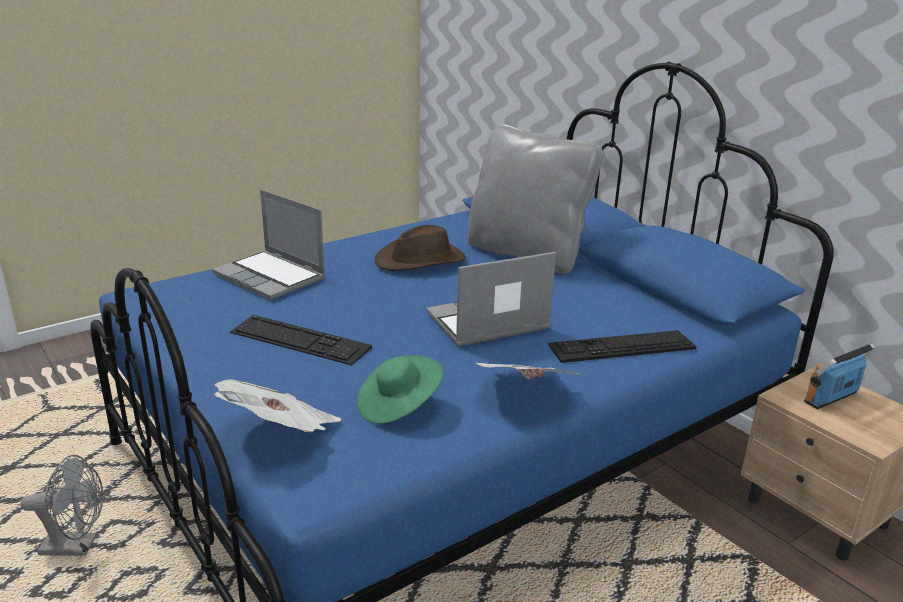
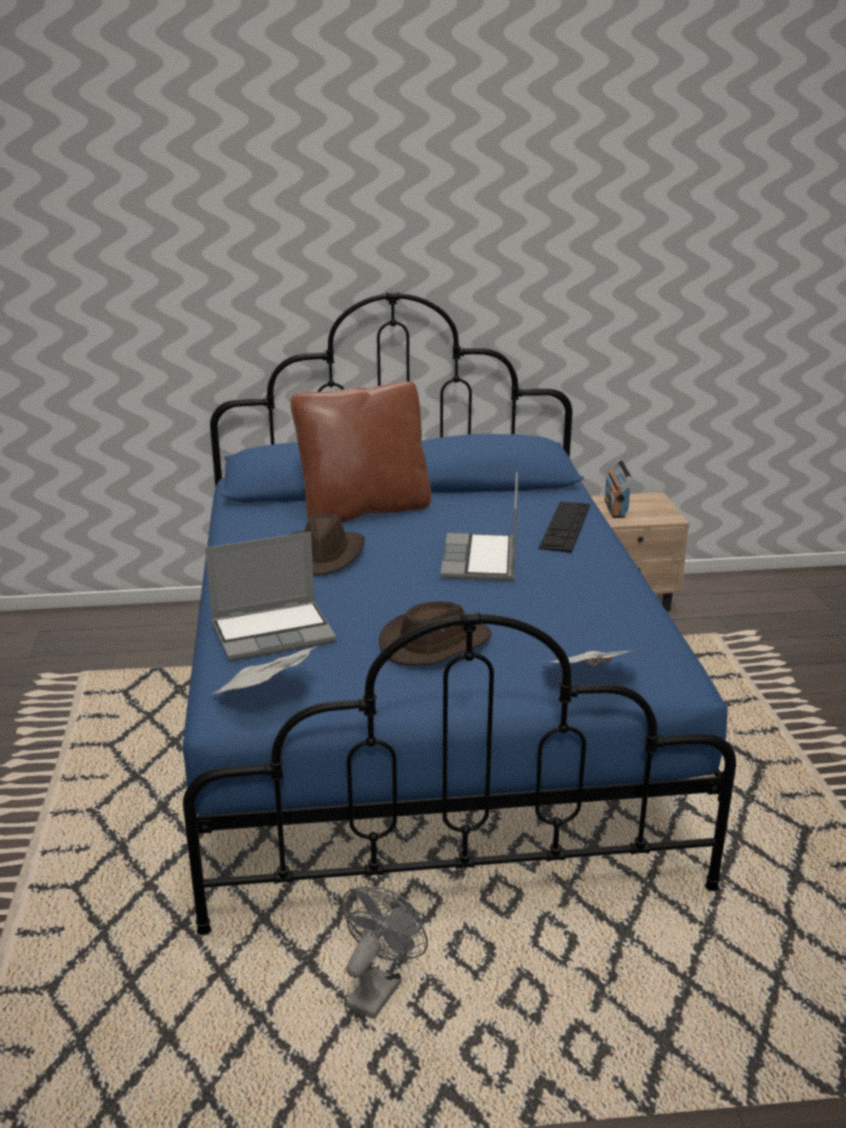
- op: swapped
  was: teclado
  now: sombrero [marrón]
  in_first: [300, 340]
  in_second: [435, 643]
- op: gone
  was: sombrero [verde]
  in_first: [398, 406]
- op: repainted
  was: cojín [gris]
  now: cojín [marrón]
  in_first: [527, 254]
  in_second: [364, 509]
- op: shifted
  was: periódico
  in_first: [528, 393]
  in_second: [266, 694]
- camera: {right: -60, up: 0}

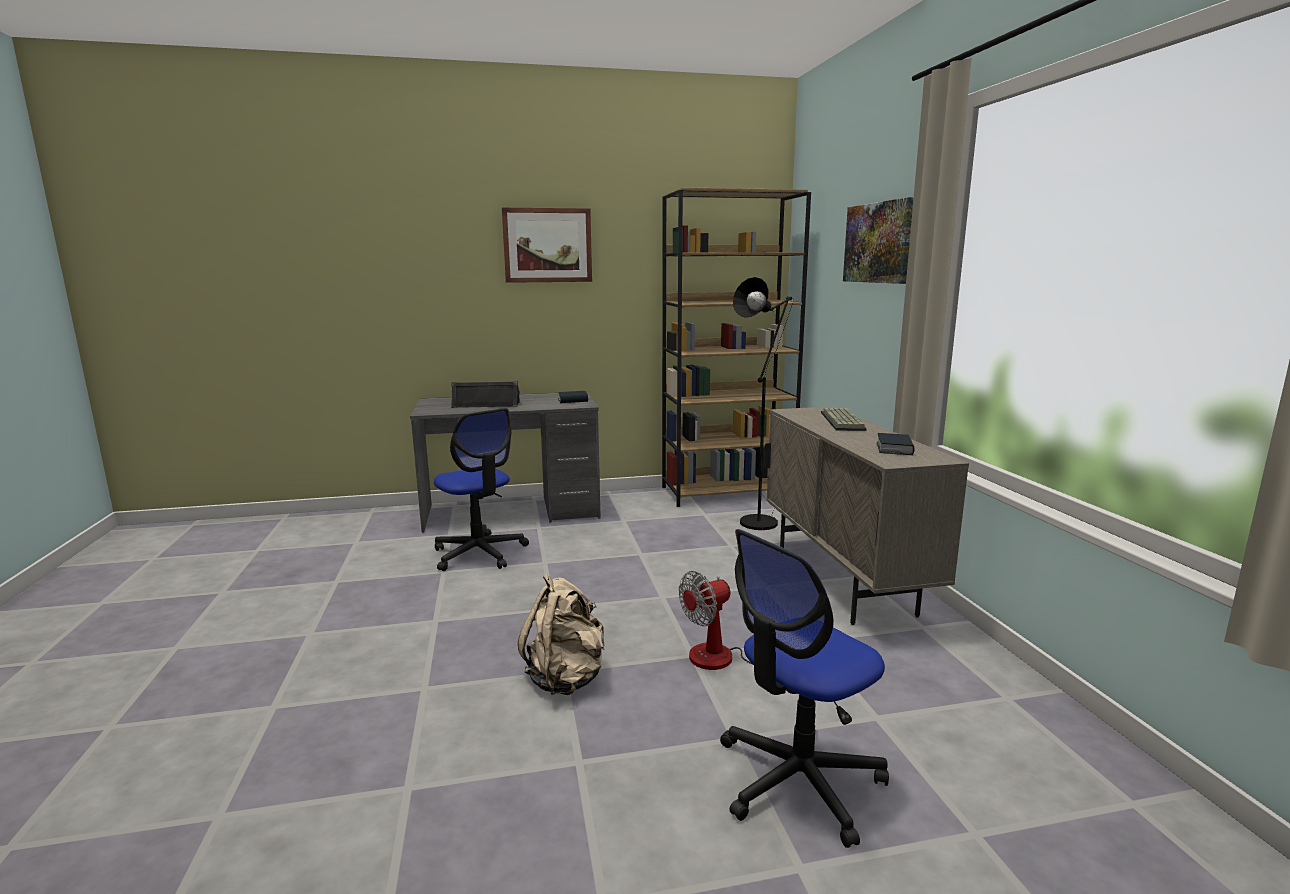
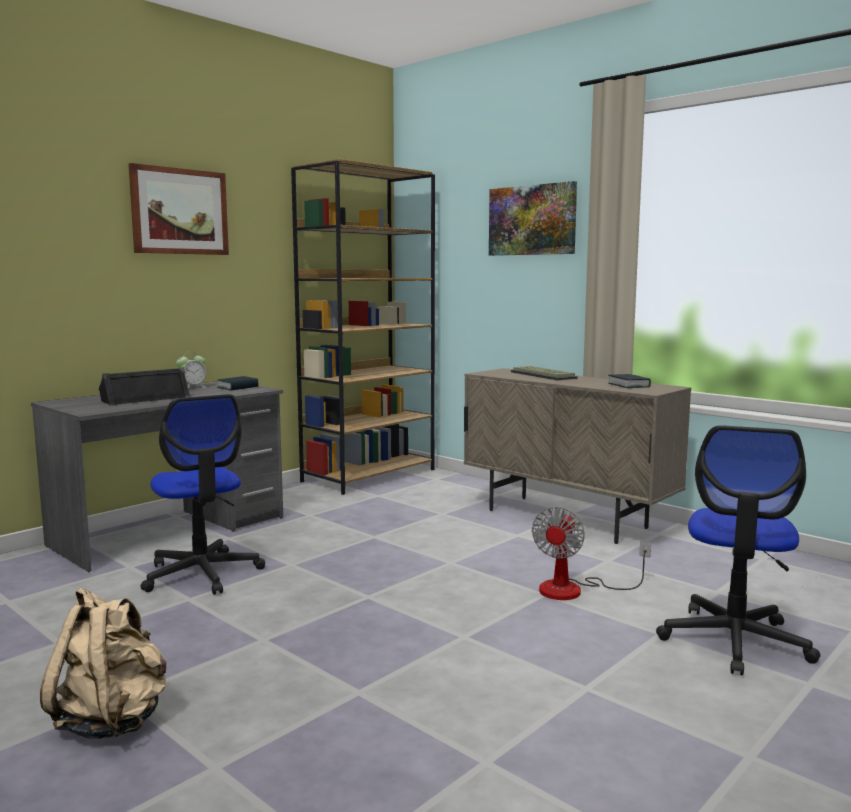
- op: rotated
  was: silla de oficina
  in_first: [479, 553]
  in_second: [202, 574]
  clockwise: 45
- op: shifted
  was: mochila [beis]
  in_first: [566, 678]
  in_second: [112, 720]
- op: gone
  was: lámpara de pie [negro]
  in_first: [761, 520]
- op: new
  now: despertador
  in_second: [192, 387]
- camera: {right: -35, up: -5}

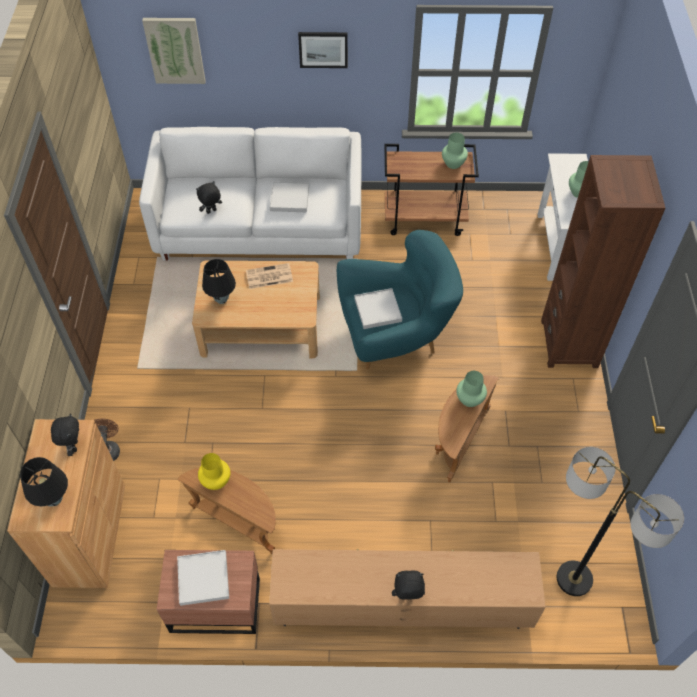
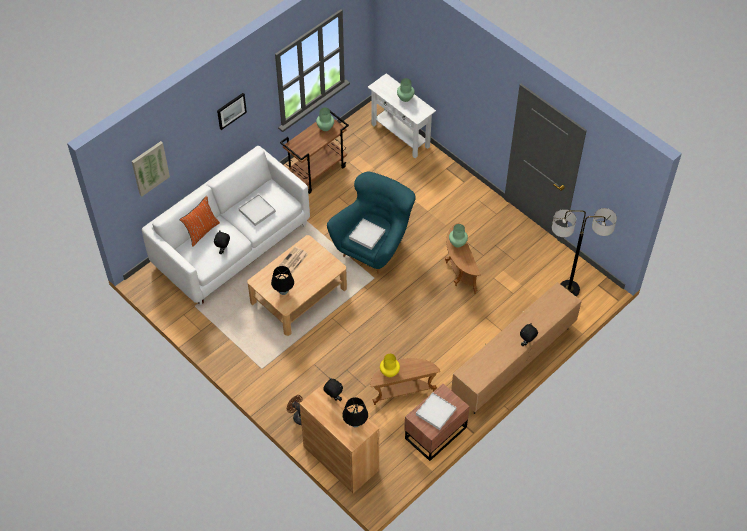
- op: gone
  was: estantería [marrón]
  in_first: [569, 343]
- op: new
  now: cojín [naranja]
  in_second: [201, 231]
- camera: {right: -45, up: 0}

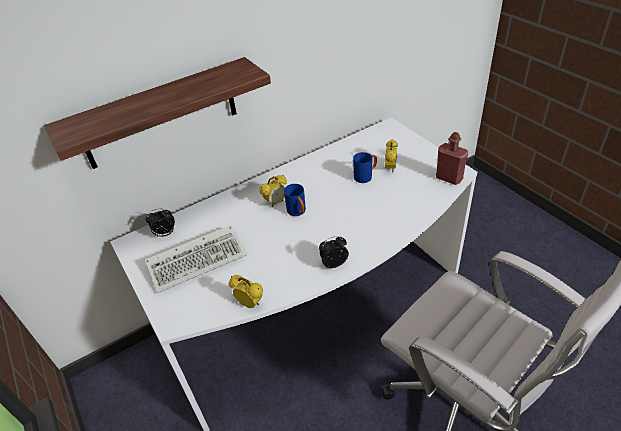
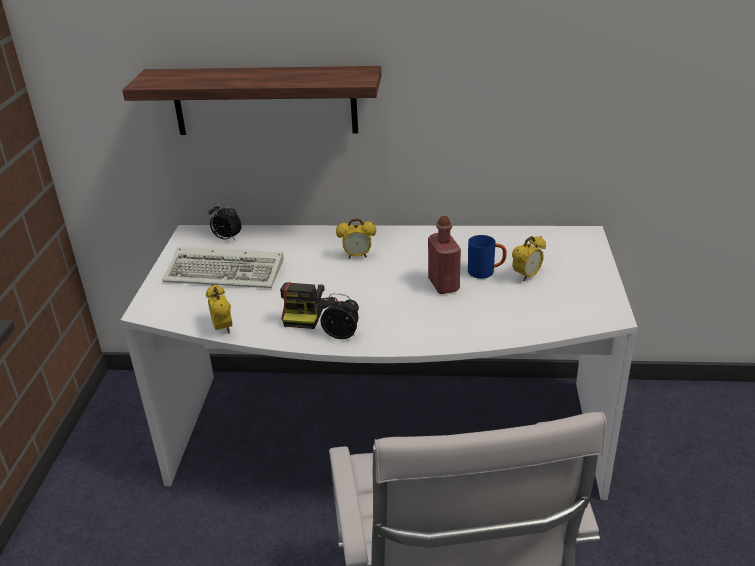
- op: gone
  was: taza grande [azul]
  in_first: [298, 212]
- op: shifted
  was: botella [rojo]
  in_first: [449, 178]
  in_second: [443, 285]
- op: new
  now: cámara
  in_second: [307, 312]
- camera: {right: 35, up: -10}

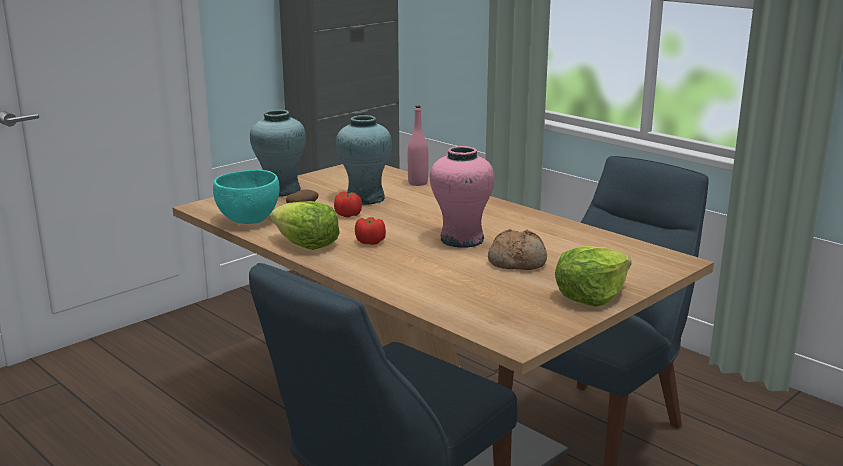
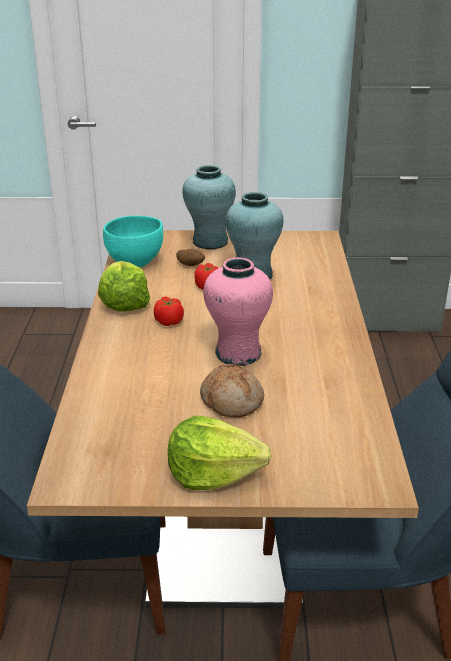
- op: gone
  was: botella [rosa]
  in_first: [418, 183]
- camera: {right: 45, up: 10}

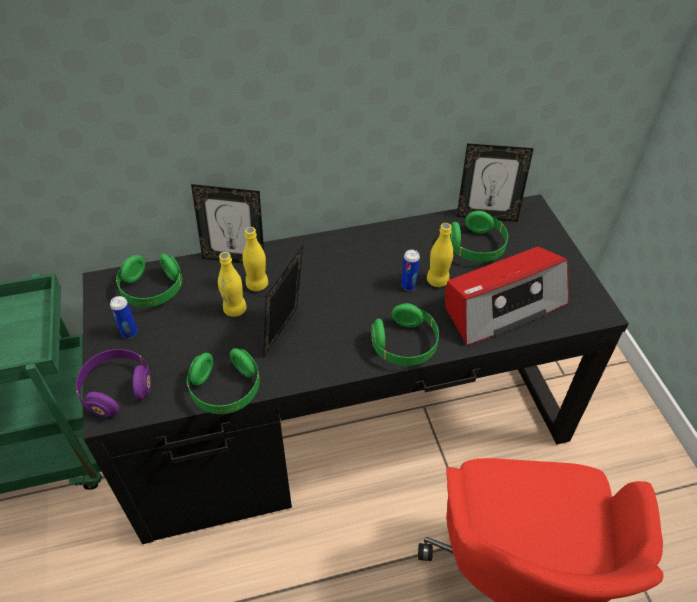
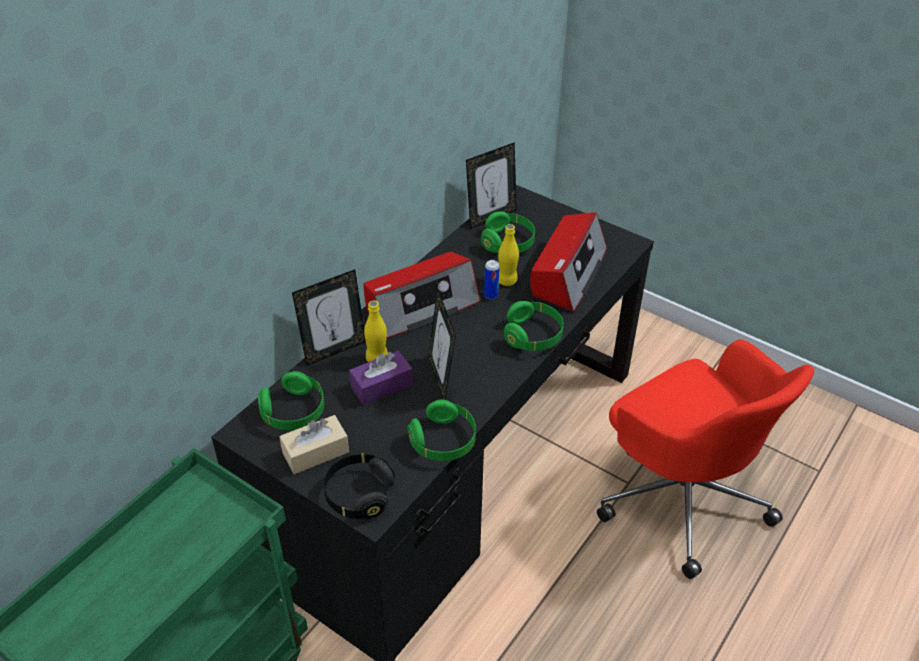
- op: repainted
  was: auriculares [morado]
  now: auriculares [negro]
  in_first: [117, 389]
  in_second: [359, 495]
- op: swapped
  was: lata
  now: caja de pañuelos [beis]
  in_first: [129, 332]
  in_second: [315, 452]
- op: swapped
  was: botella [amarillo]
  now: caja de pañuelos [morado]
  in_first: [235, 310]
  in_second: [381, 386]
- op: new
  now: radio
  in_second: [420, 306]
- camera: {right: -40, up: -5}

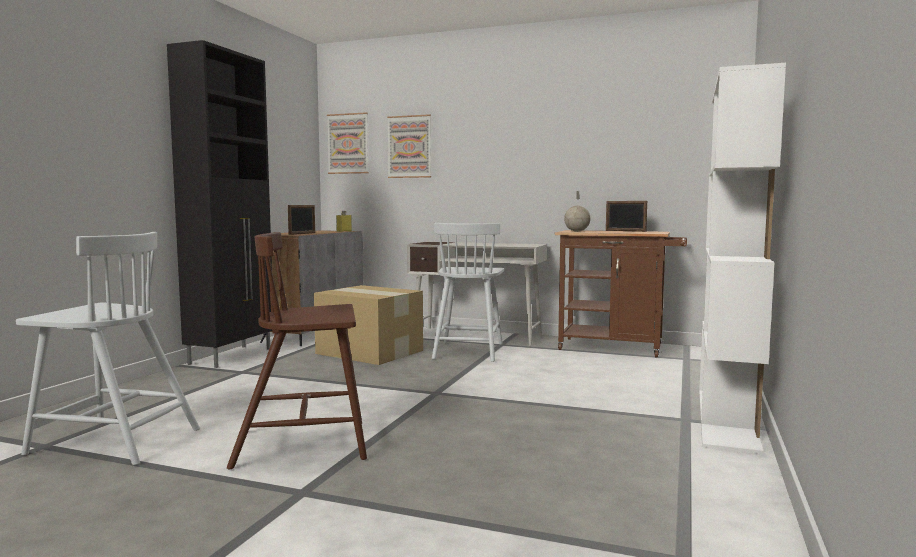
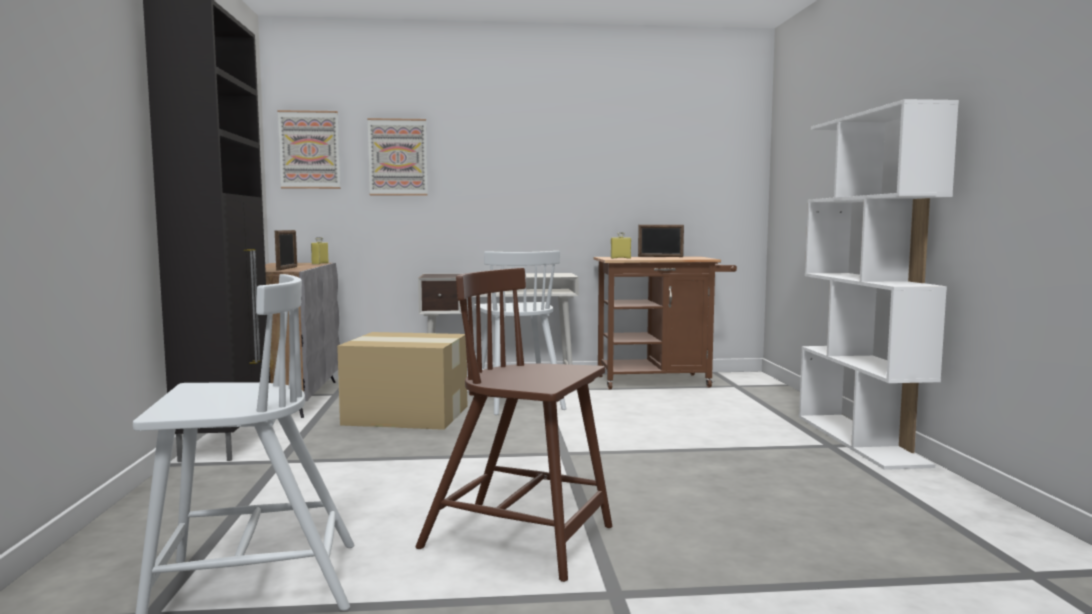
- op: rotated
  was: silla [marrón]
  in_first: [304, 444]
  in_second: [521, 538]
  clockwise: 60
- op: swapped
  was: globo terráqueo
  now: botella [amarillo]
  in_first: [577, 231]
  in_second: [620, 258]
- camera: {right: -25, up: 0}

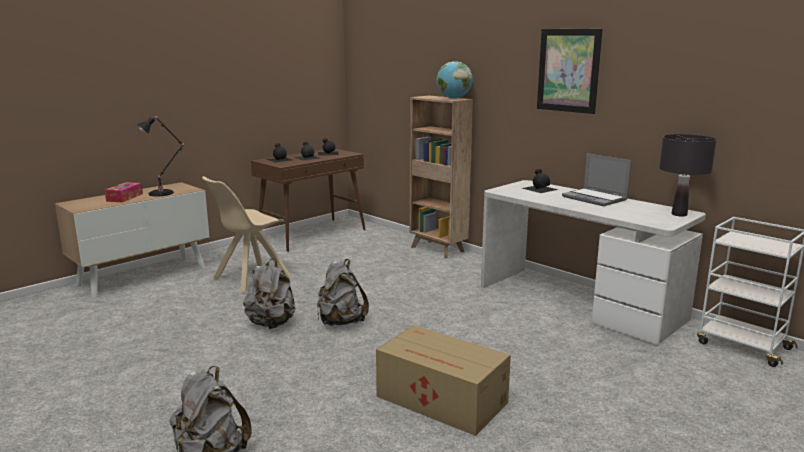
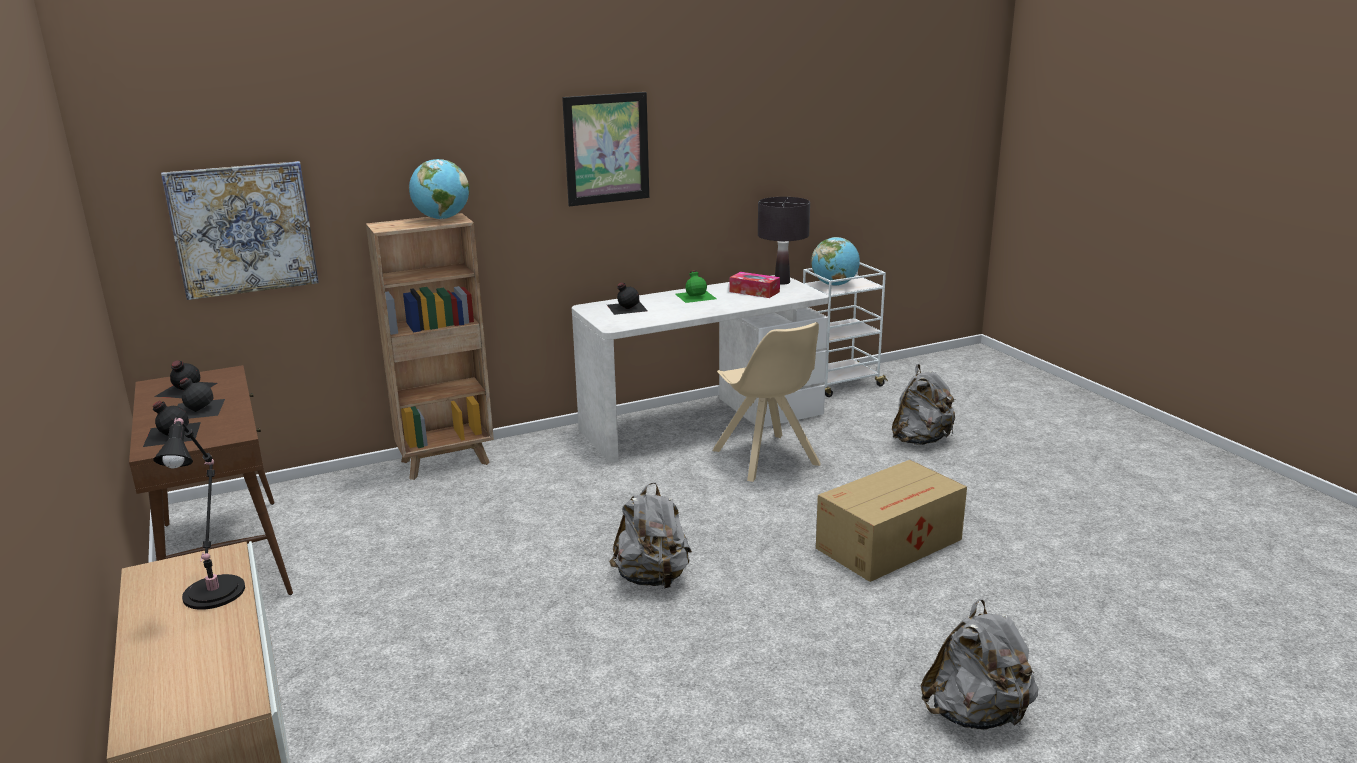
- op: shifted
  was: caja de pañuelos
  in_first: [124, 197]
  in_second: [754, 292]
- op: shifted
  was: silla [beis]
  in_first: [250, 278]
  in_second: [767, 459]
- op: shifted
  was: mochila [gris]
  in_first: [271, 324]
  in_second: [920, 440]
- op: swapped
  was: portátil
  now: botella [verde]
  in_first: [595, 198]
  in_second: [696, 296]
- op: new
  now: cuadro
  in_second: [243, 229]
- op: new
  now: globo terráqueo
  in_second: [834, 285]
- camera: {right: -70, up: 5}

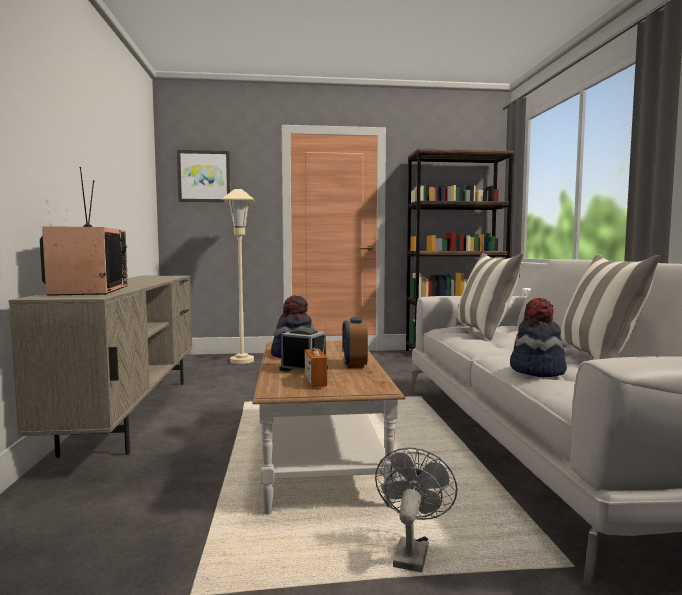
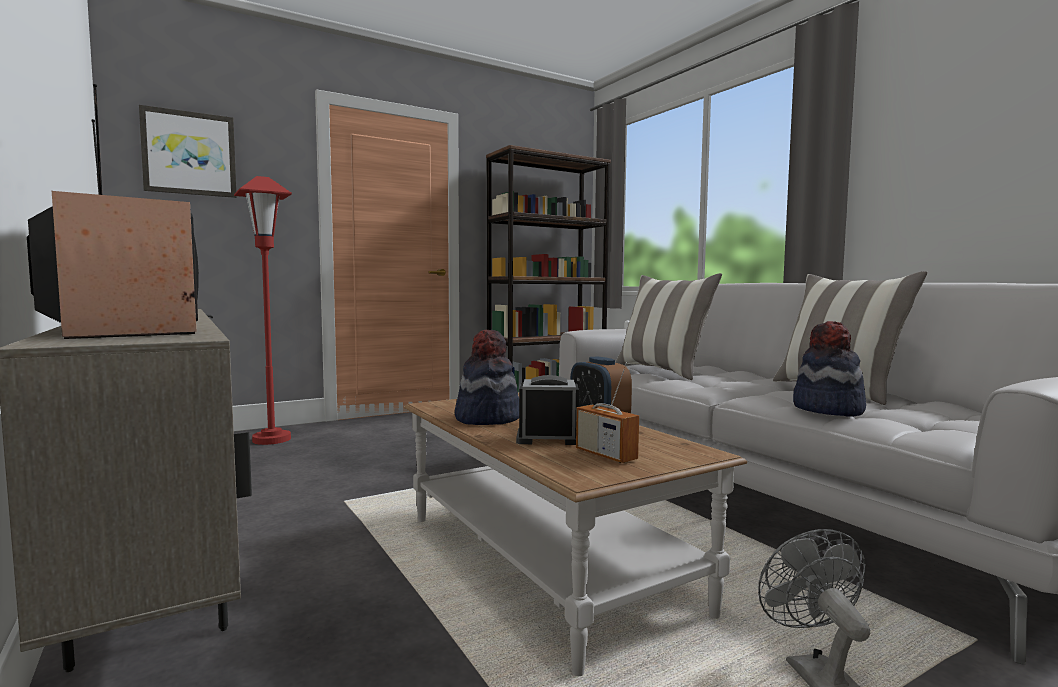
- op: repainted
  was: lámpara de pie [beis]
  now: lámpara de pie [rojo]
  in_first: [242, 361]
  in_second: [271, 439]
- camera: {right: -25, up: 0}

